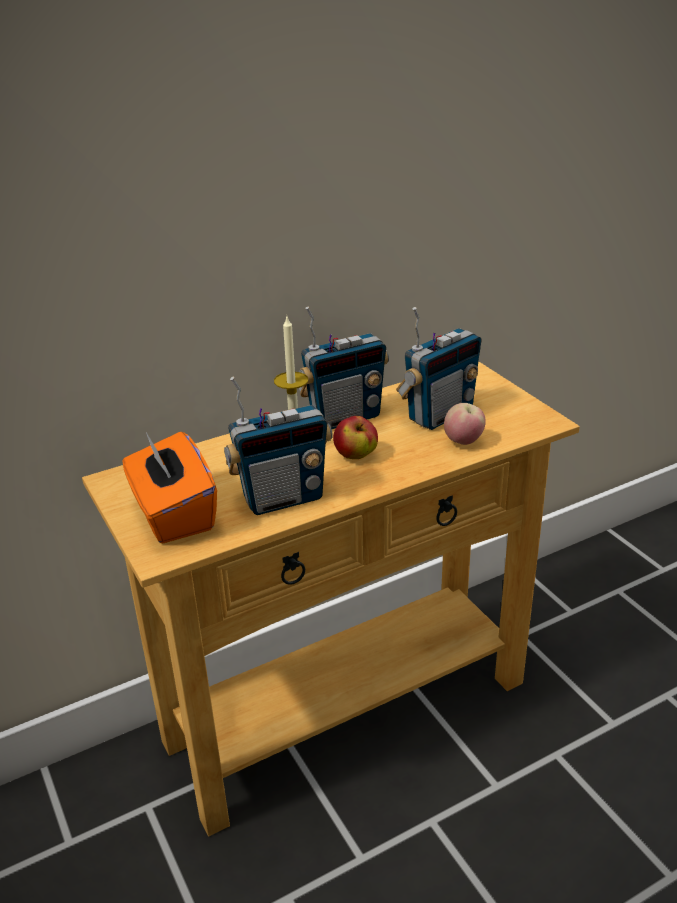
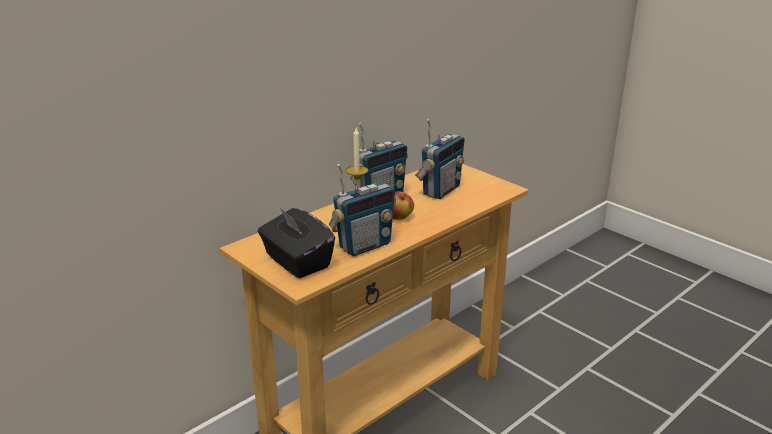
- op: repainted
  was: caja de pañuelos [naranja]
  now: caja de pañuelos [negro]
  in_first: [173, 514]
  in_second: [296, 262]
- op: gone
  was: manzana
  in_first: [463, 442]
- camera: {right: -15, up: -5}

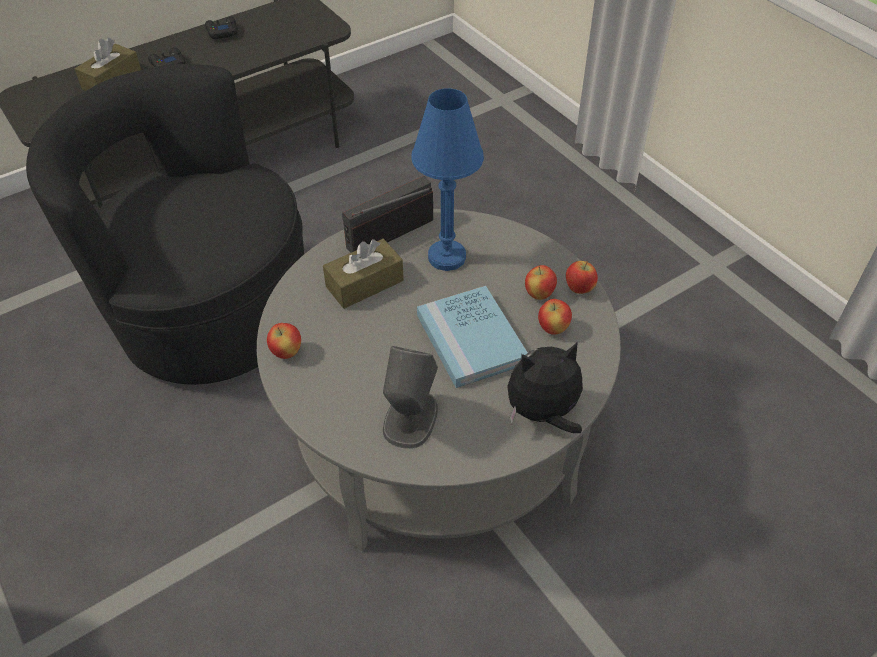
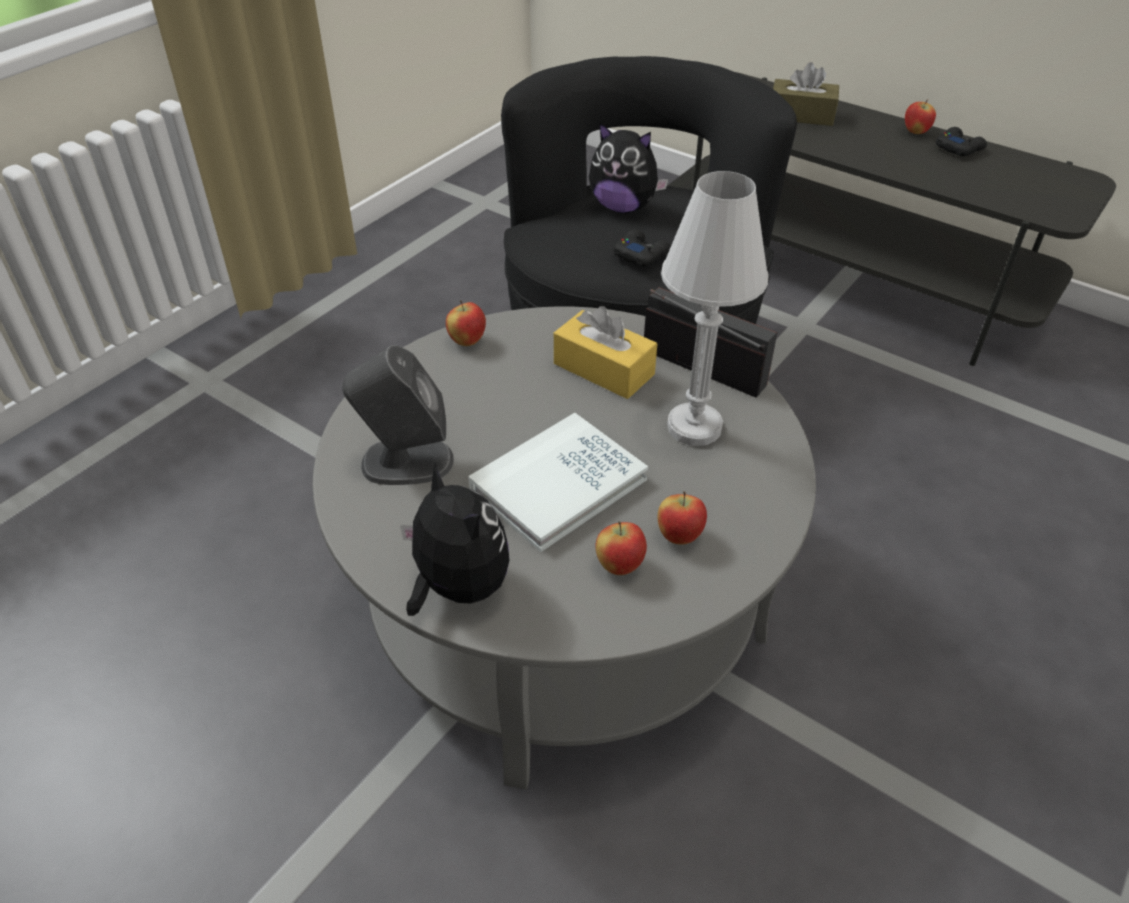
- op: shifted
  was: mando de consola [negro]
  in_first: [168, 64]
  in_second: [641, 254]
- op: repainted
  was: caja de pañuelos [marrón]
  now: caja de pañuelos [amarillo]
  in_first: [364, 283]
  in_second: [603, 369]
- op: repainted
  was: lámpara de mesa [azul]
  now: lámpara de mesa [blanco]
  in_first: [447, 257]
  in_second: [694, 427]
- op: repainted
  was: libro [azul]
  now: libro [blanco]
  in_first: [471, 339]
  in_second: [558, 485]
- op: shifted
  was: manzana
  in_first: [579, 289]
  in_second: [915, 132]
- op: new
  now: peluche
  in_second: [623, 207]
- camera: {right: 70, up: -5}

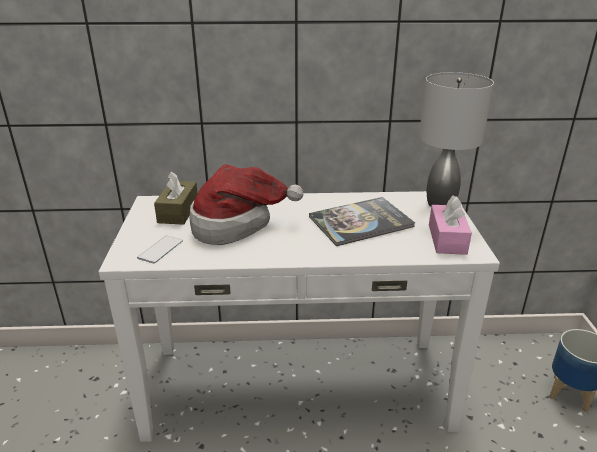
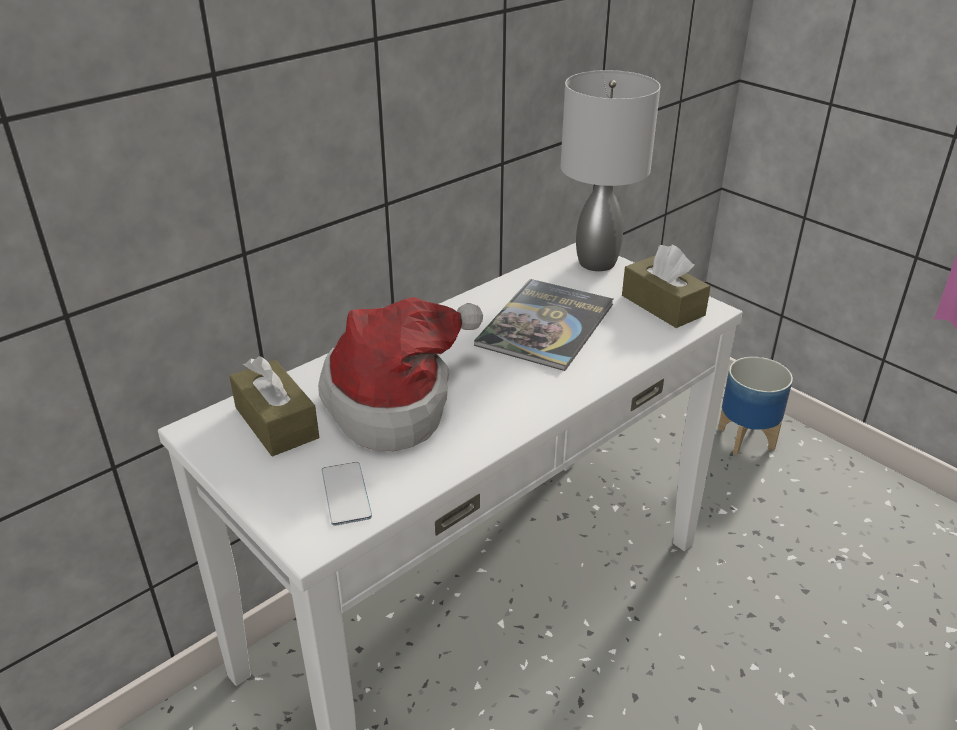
- op: repainted
  was: caja de pañuelos [rosa]
  now: caja de pañuelos [marrón]
  in_first: [447, 239]
  in_second: [662, 305]
- camera: {right: -40, up: 5}

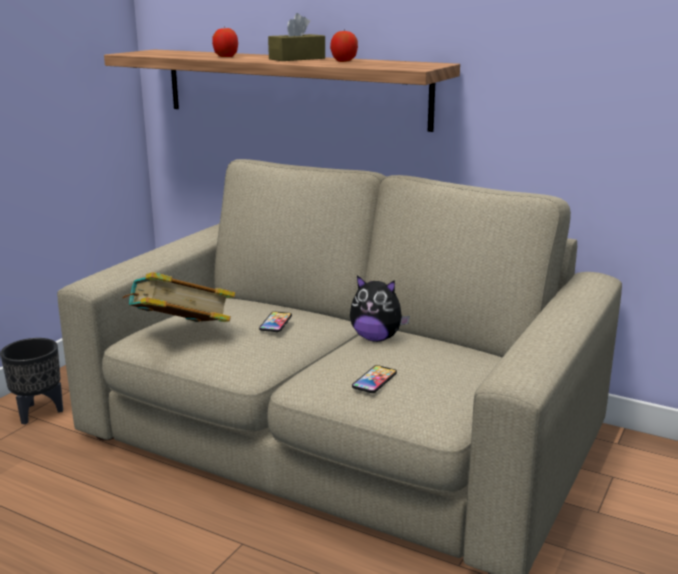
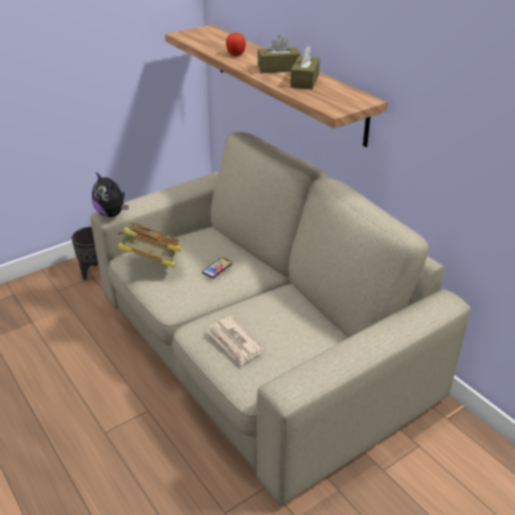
- op: swapped
  was: manzana
  now: caja de pañuelos [marrón]
  in_first: [344, 61]
  in_second: [304, 81]
- op: shifted
  was: peluche
  in_first: [376, 338]
  in_second: [112, 214]
- op: swapped
  was: móvil
  now: periódico
  in_first: [374, 380]
  in_second: [234, 343]
- camera: {right: 25, up: 15}

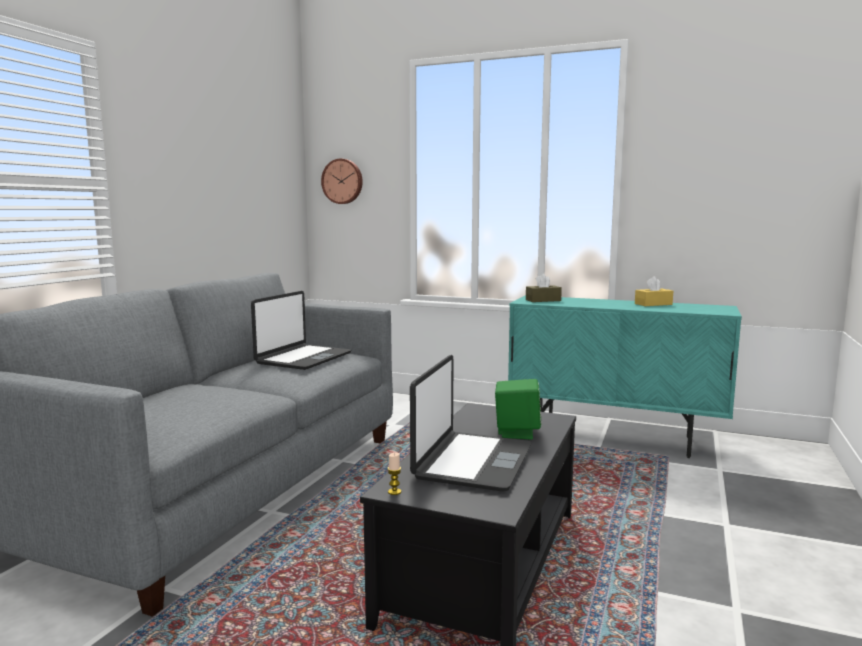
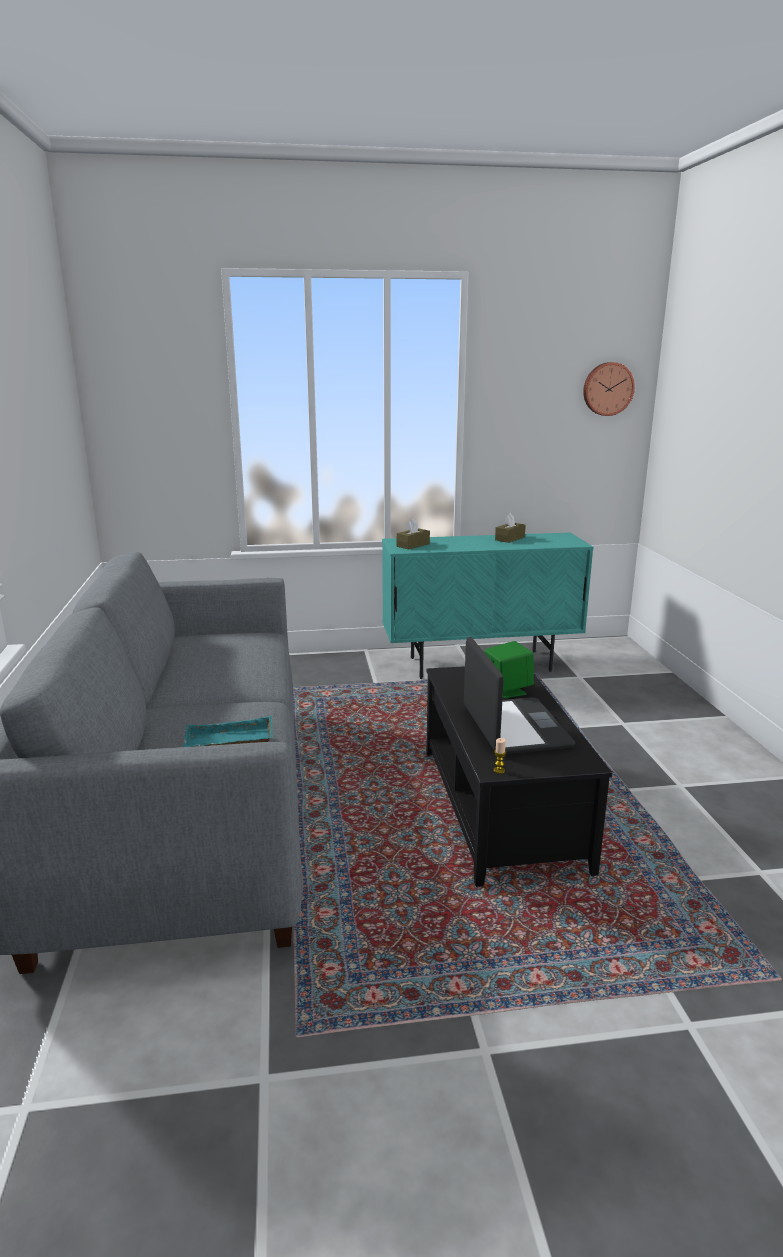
- op: gone
  was: portátil
  in_first: [303, 358]
- op: shifted
  was: reloj de pared
  in_first: [343, 181]
  in_second: [607, 389]
- op: repainted
  was: caja de pañuelos [amarillo]
  now: caja de pañuelos [marrón]
  in_first: [653, 304]
  in_second: [510, 538]
- op: new
  now: bandeja [turquesa]
  in_second: [228, 742]
- camera: {right: -30, up: 10}

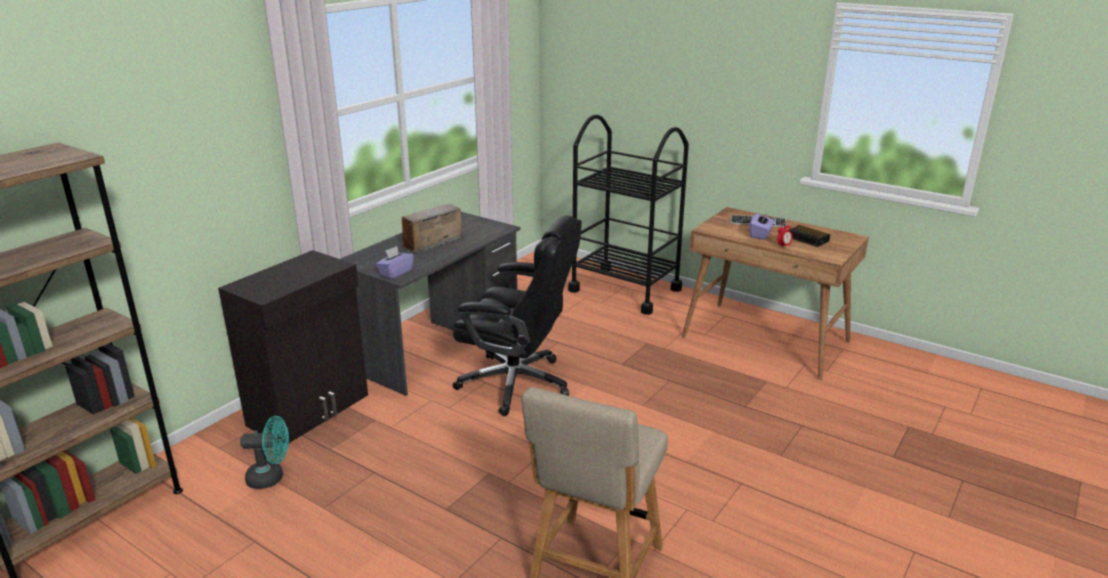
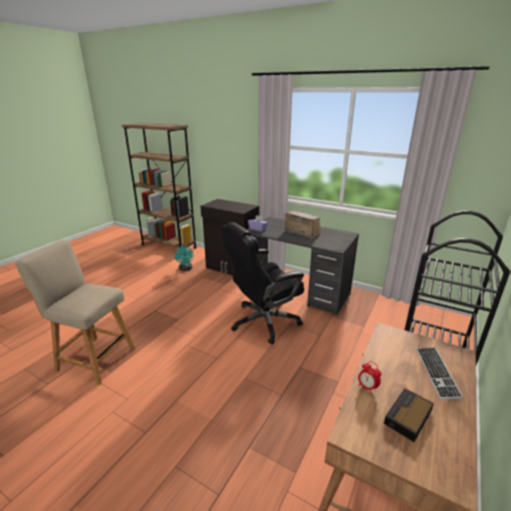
- op: rotated
  was: silla de oficina [negro]
  in_first: [517, 383]
  in_second: [263, 321]
  clockwise: 45
- op: gone
  was: caja de pañuelos [morado]
  in_first: [760, 235]
- camera: {right: 85, up: 0}

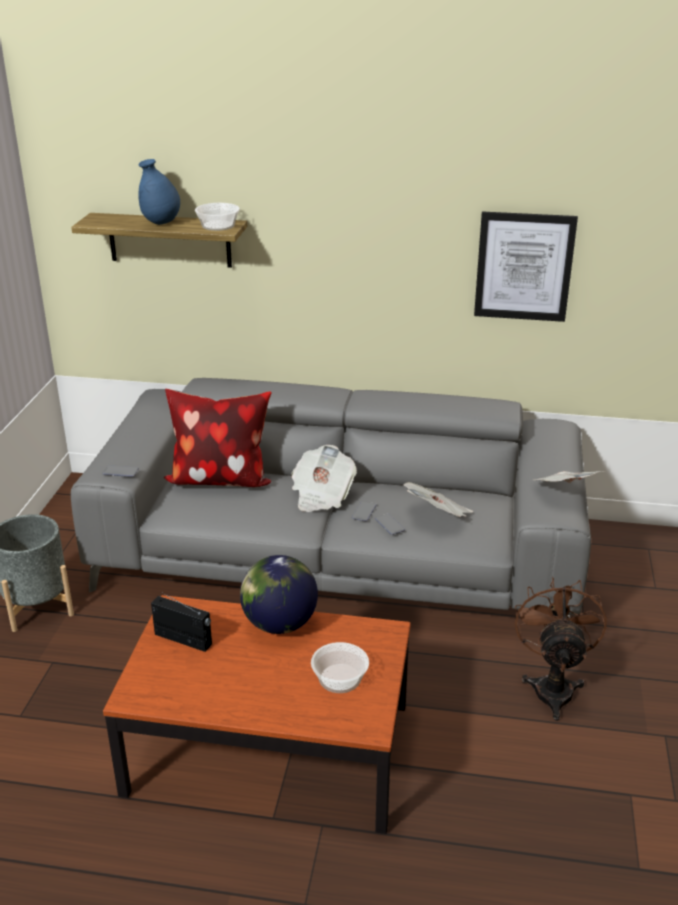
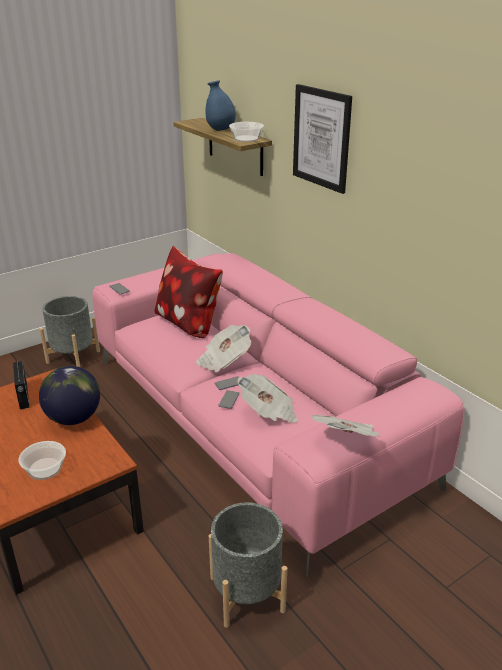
- op: repainted
  was: sofá [gris]
  now: sofá [rosa]
  in_first: [339, 555]
  in_second: [251, 417]
- op: shifted
  was: cuadro
  in_first: [524, 266]
  in_second: [321, 138]
- op: swapped
  was: ventilador [marrón]
  now: maceta [gris]
  in_first: [552, 686]
  in_second: [247, 594]
- camera: {right: 45, up: 0}

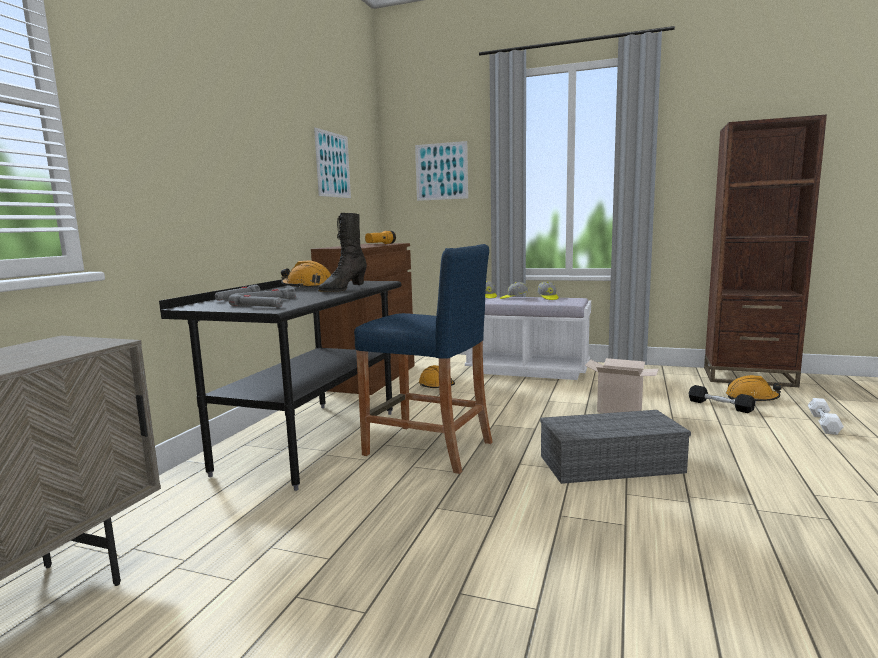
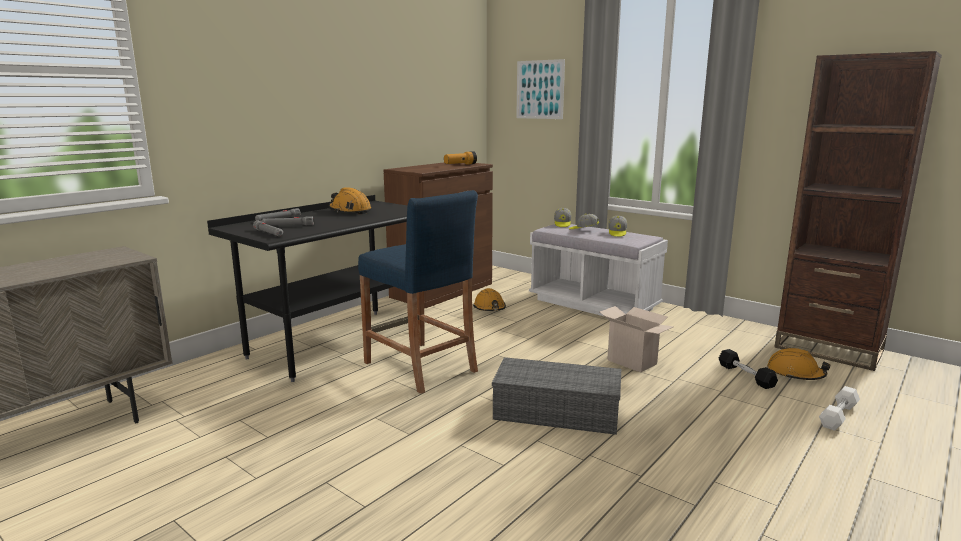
- op: gone
  was: cuadro
  in_first: [333, 165]
- op: gone
  was: bota [negro]
  in_first: [343, 289]
- camera: {right: 20, up: 5}

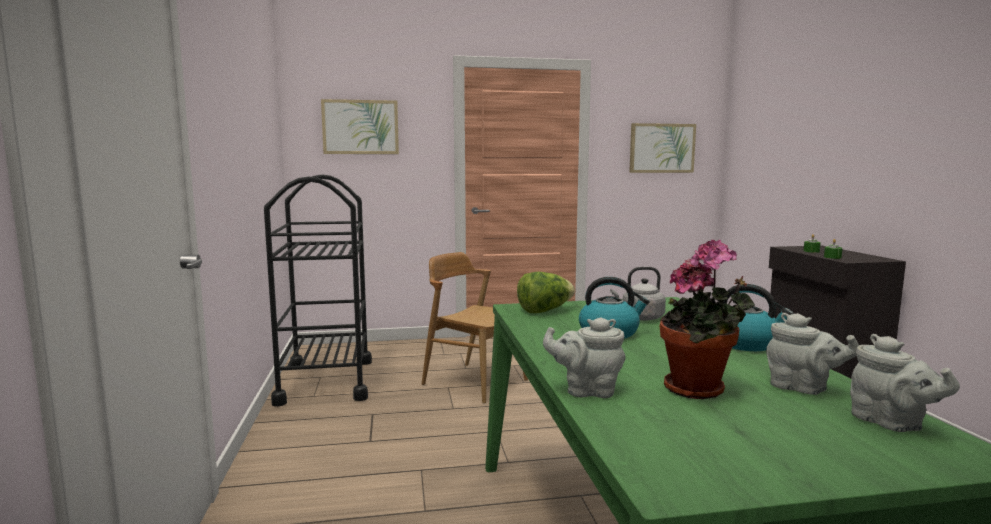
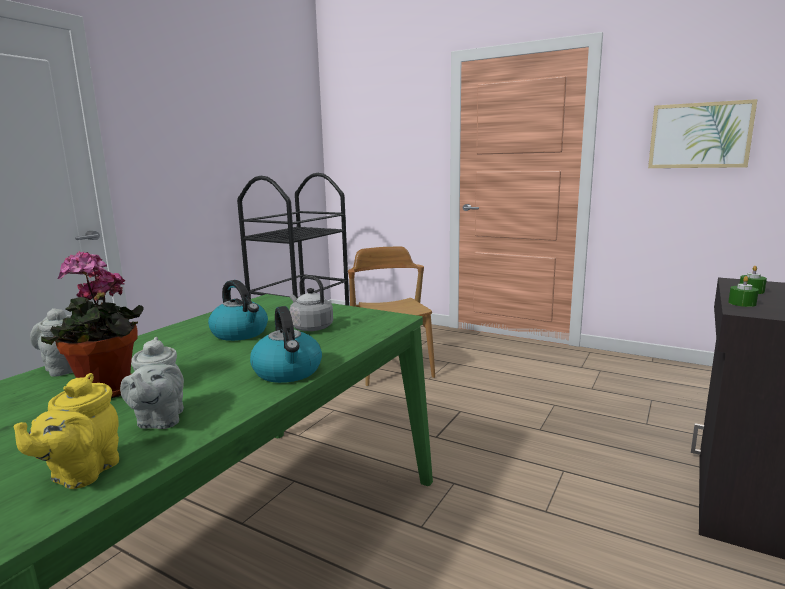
- op: gone
  was: cuadro
  in_first: [360, 127]
- op: gone
  was: lechuga
  in_first: [544, 311]
- op: repainted
  was: tetera [gris]
  now: tetera [amarillo]
  in_first: [891, 423]
  in_second: [81, 473]
- camera: {right: 40, up: 5}

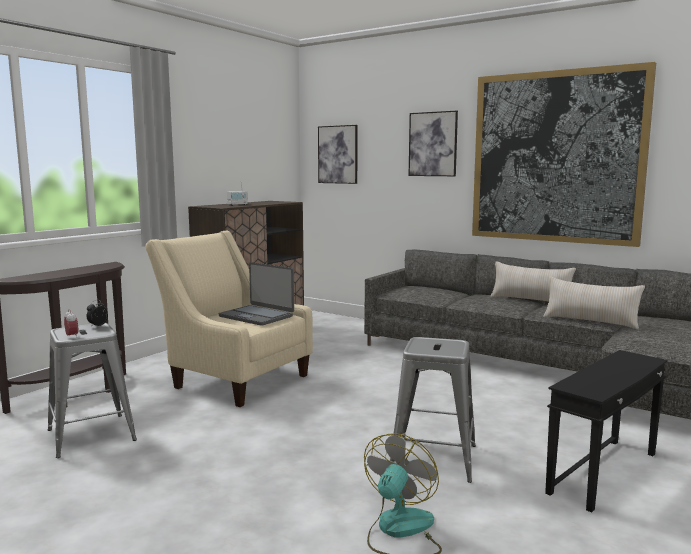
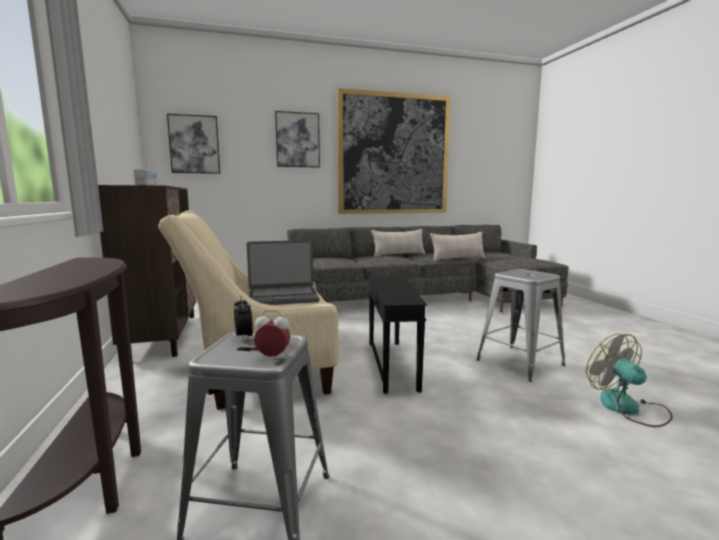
- op: shifted
  was: mesa auxiliar [negro]
  in_first: [604, 473]
  in_second: [392, 364]
- camera: {right: -50, up: 0}

